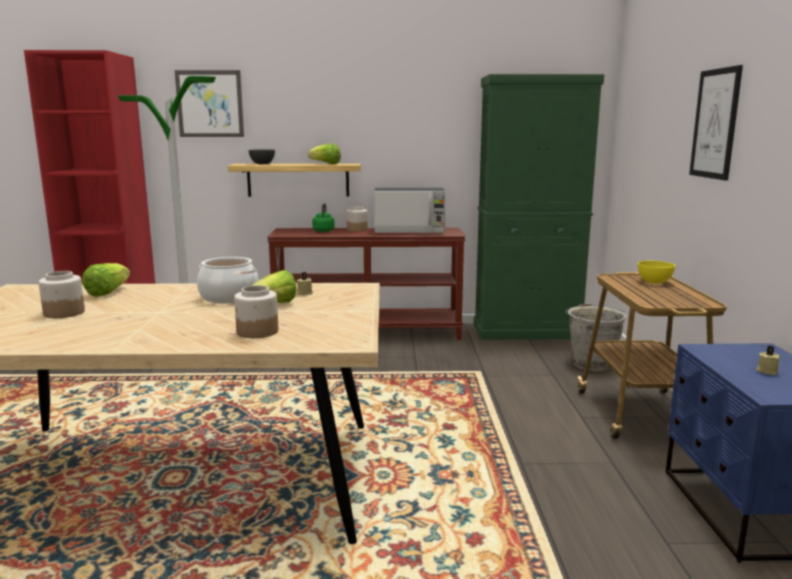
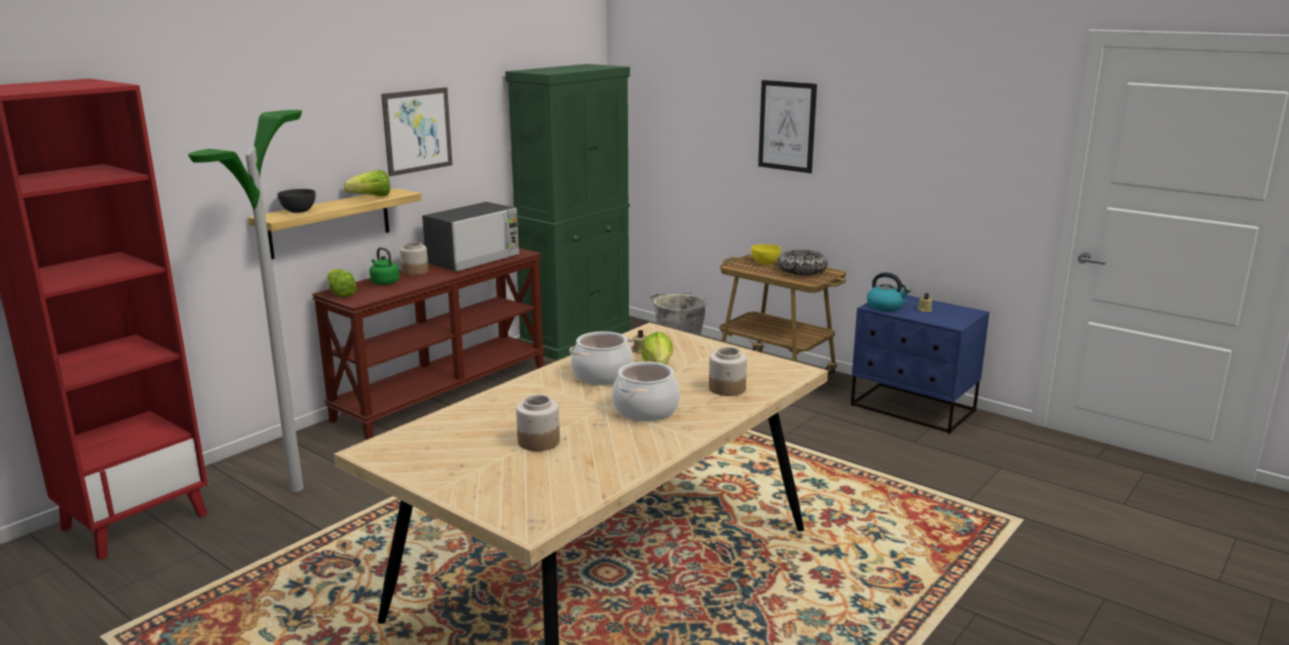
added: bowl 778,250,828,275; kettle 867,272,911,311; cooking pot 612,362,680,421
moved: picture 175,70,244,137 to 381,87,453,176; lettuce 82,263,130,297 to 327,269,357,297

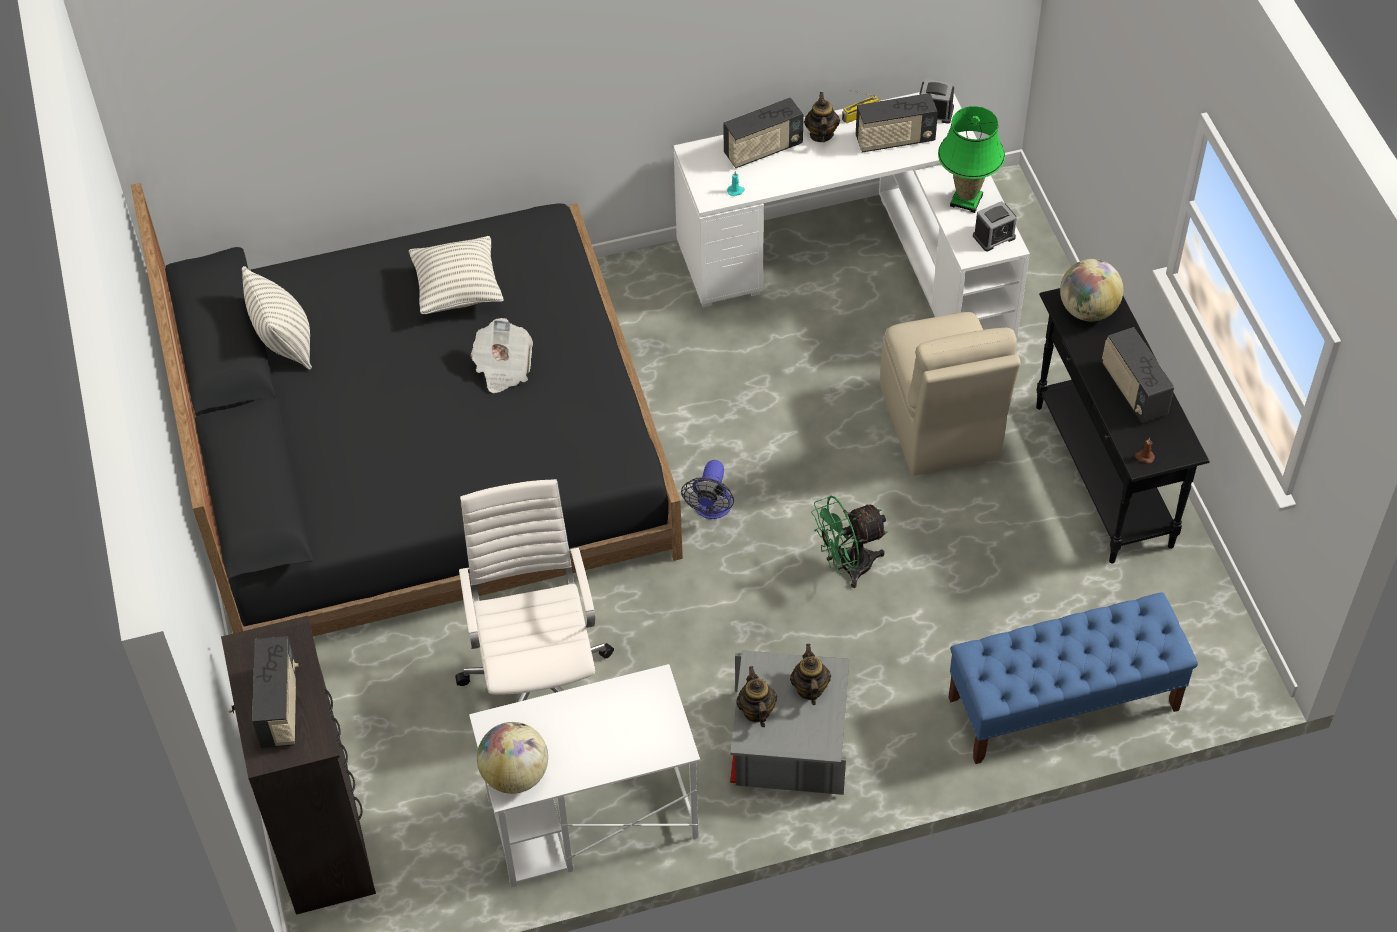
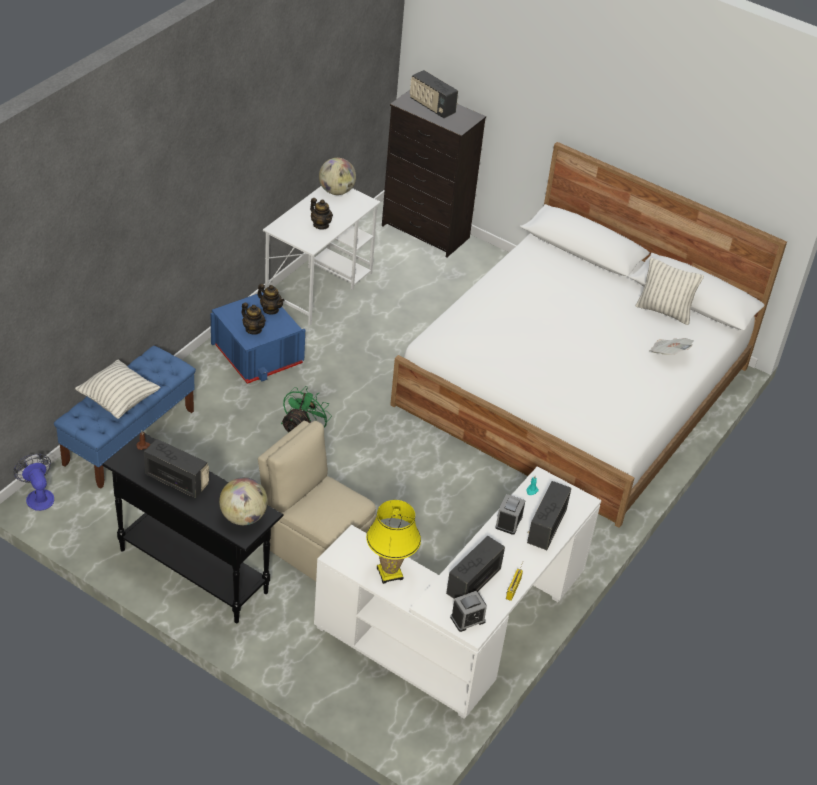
removed: office chair/white 455,479,614,702
moved: teapot 804,92,840,142 to 310,198,333,229; alarm clock 973,201,1017,251 to 495,494,526,535; pillow 409,236,504,314 to 75,359,161,419; newspaper 470,318,533,393 to 649,338,694,355; fan 681,460,734,519 to 13,453,54,511
recoloured: table lamp/green 938,106,1005,213 to table lamp/yellow 366,500,421,584; bed/black 131,183,683,636 to bed/white 390,142,787,528; storage box/grey 730,650,849,795 to storage box/blue 210,292,305,384

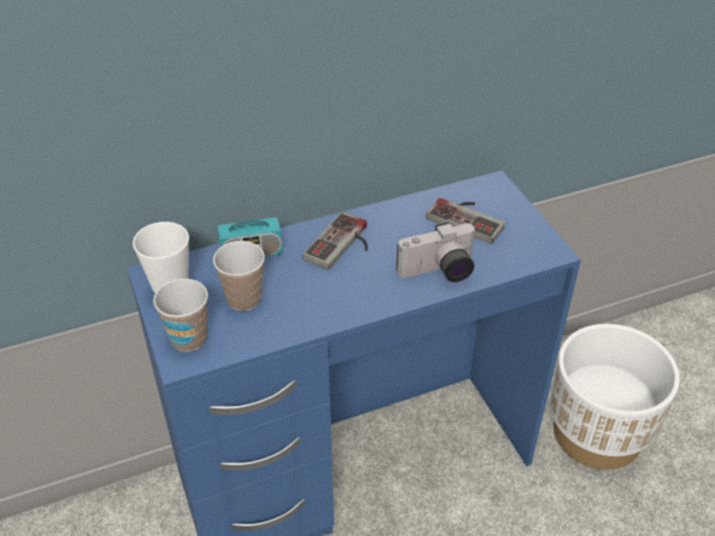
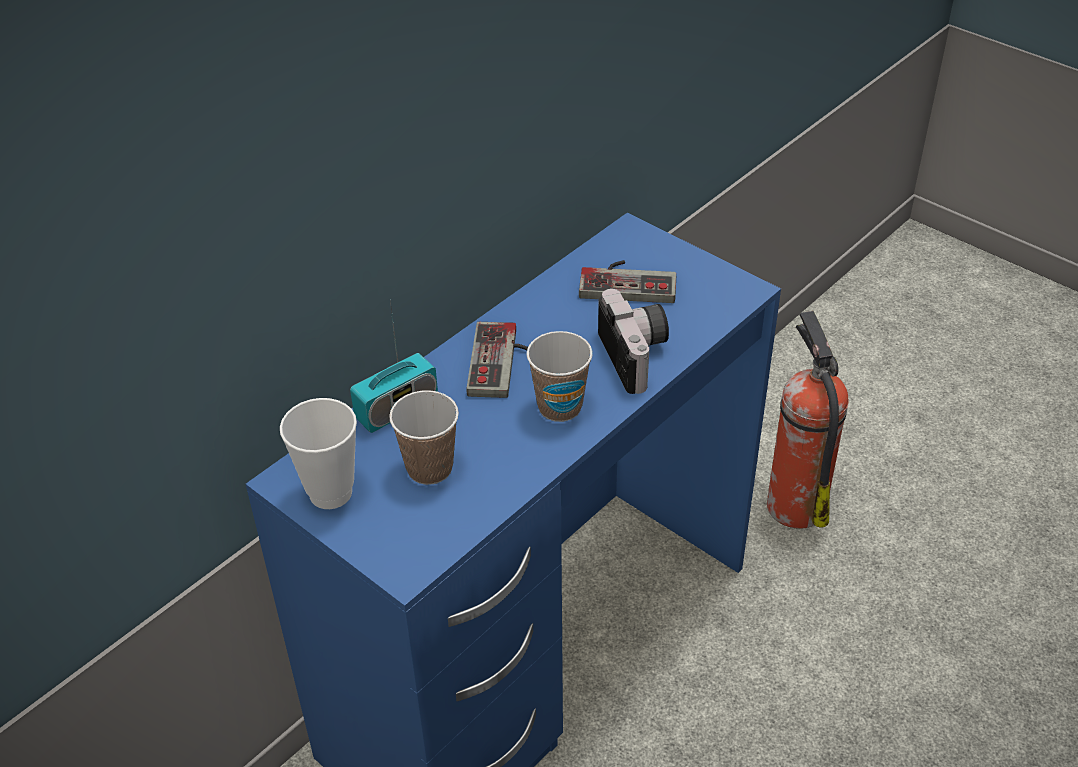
moved: cup 153,279,208,352 to 527,331,593,422
replaced: planter/white 550,324,680,470 to fire extinguisher 767,311,848,529
turned: photo camera 396,222,476,282 = 598,289,669,394 60 degrees counterclockwise

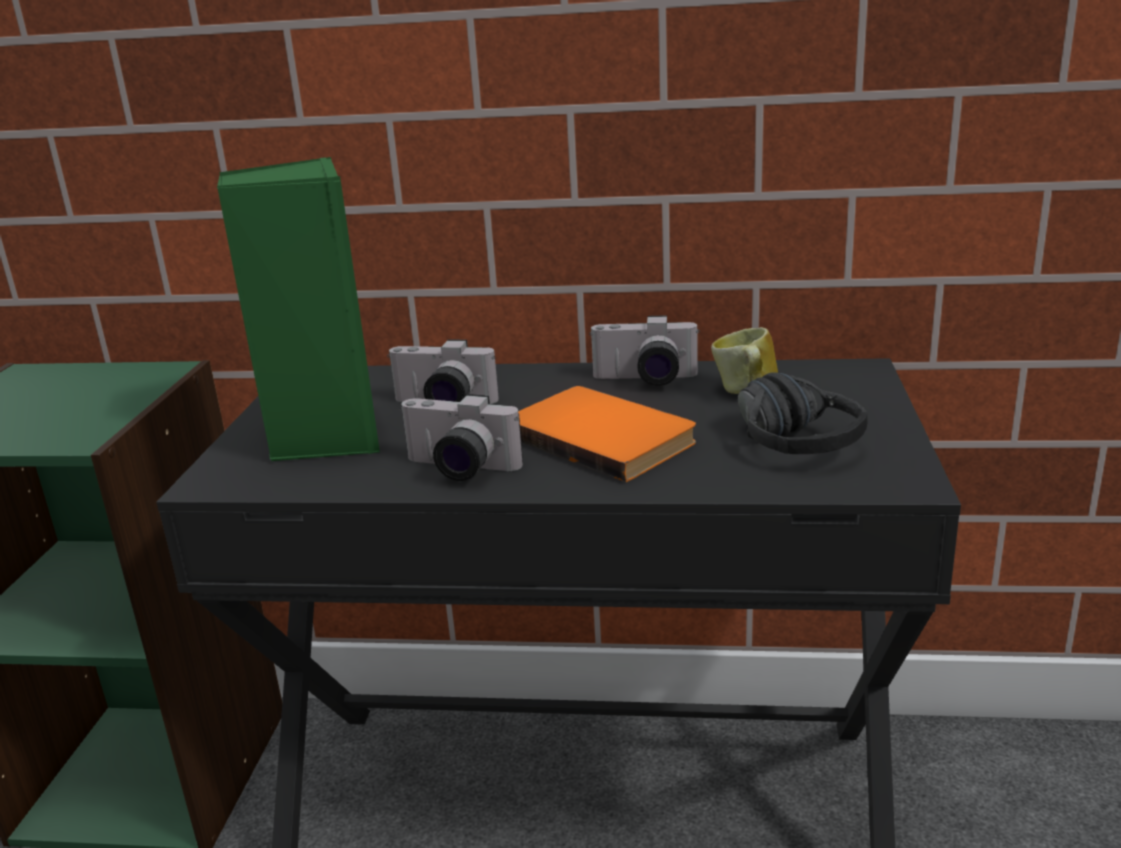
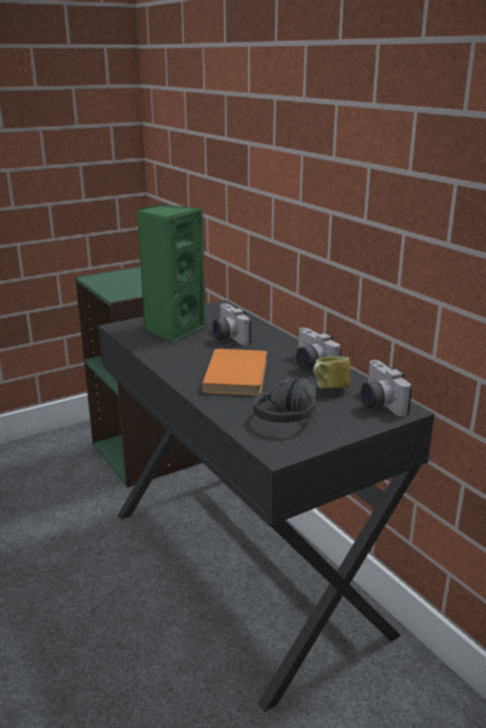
moved: photo camera 399,394,523,481 to 361,360,412,417

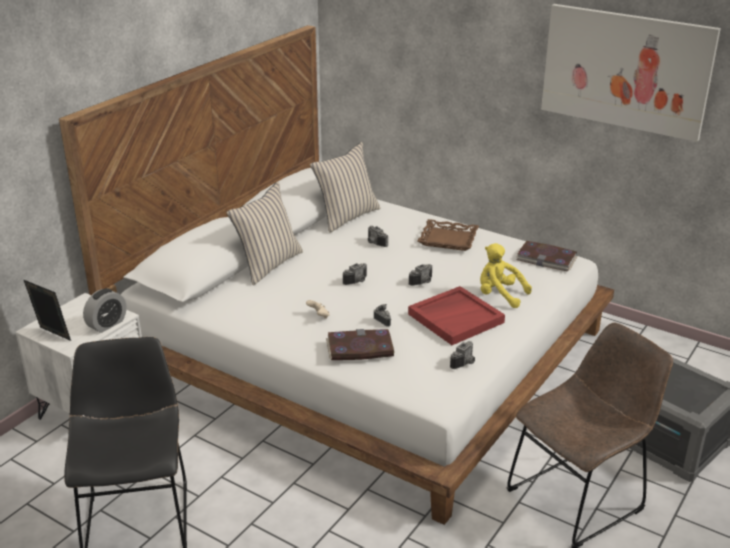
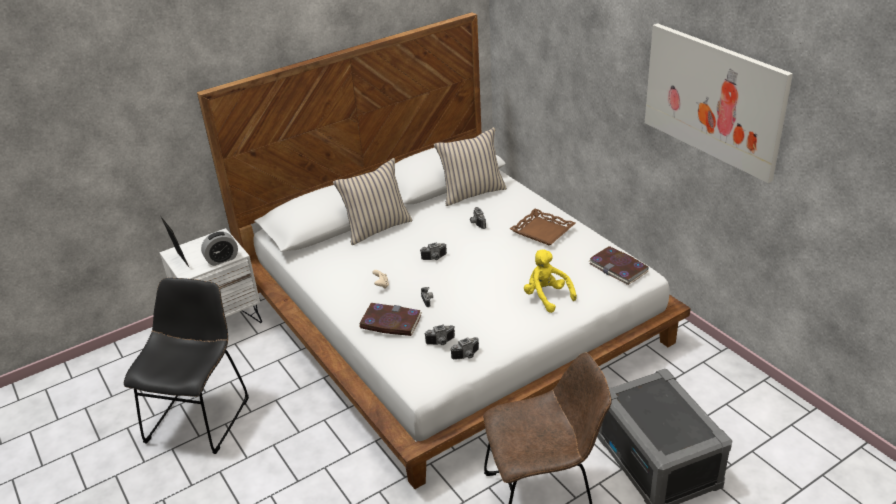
removed: tray/red 408,286,505,345
moved: photo camera 409,264,432,286 to 425,324,455,345

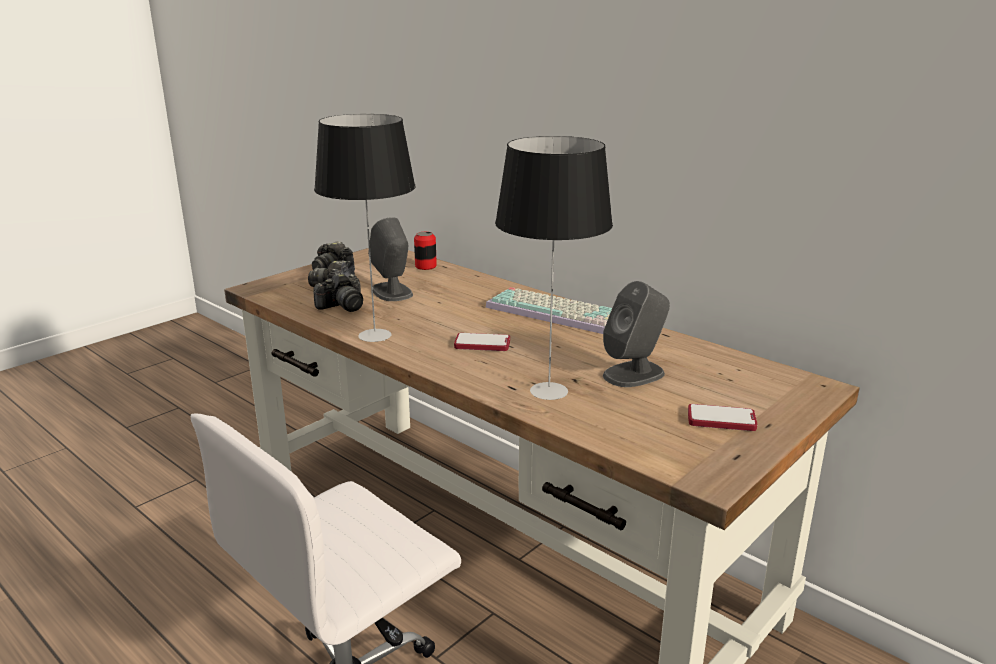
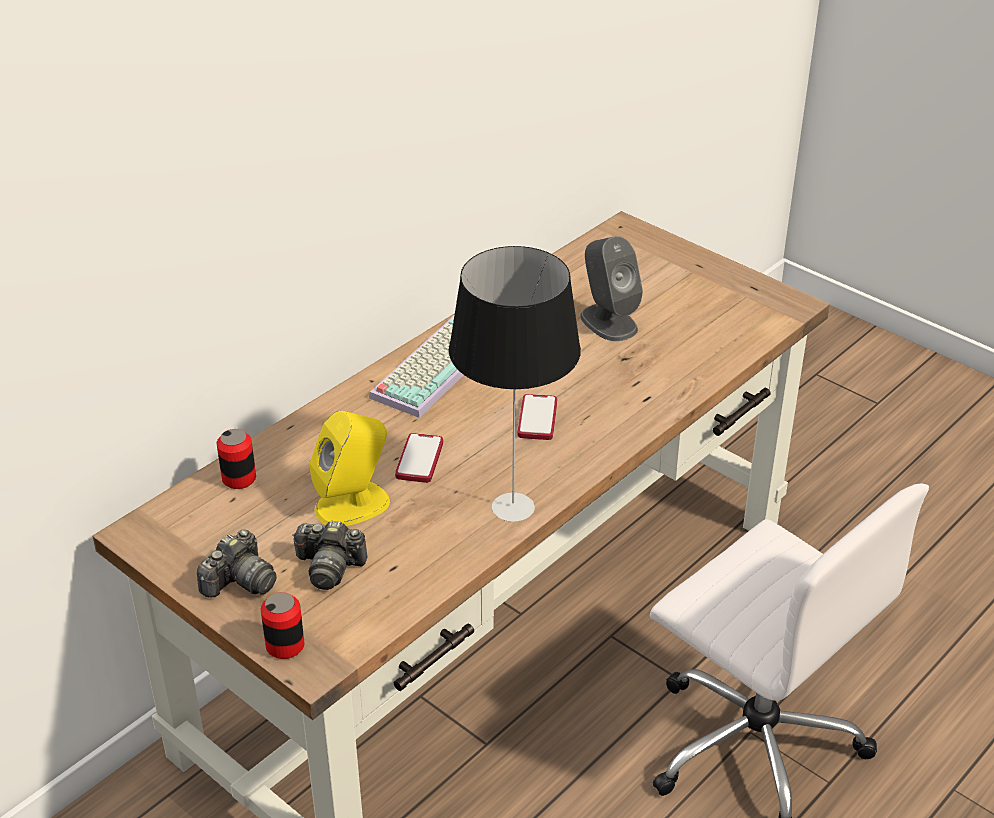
removed: table lamp 495,136,613,400; photo camera 313,272,363,312
added: can 261,592,304,659
moved: phone 688,404,757,431 to 395,433,443,483
recoloured: speaker/grey 368,217,413,301 to speaker/yellow 310,411,390,526

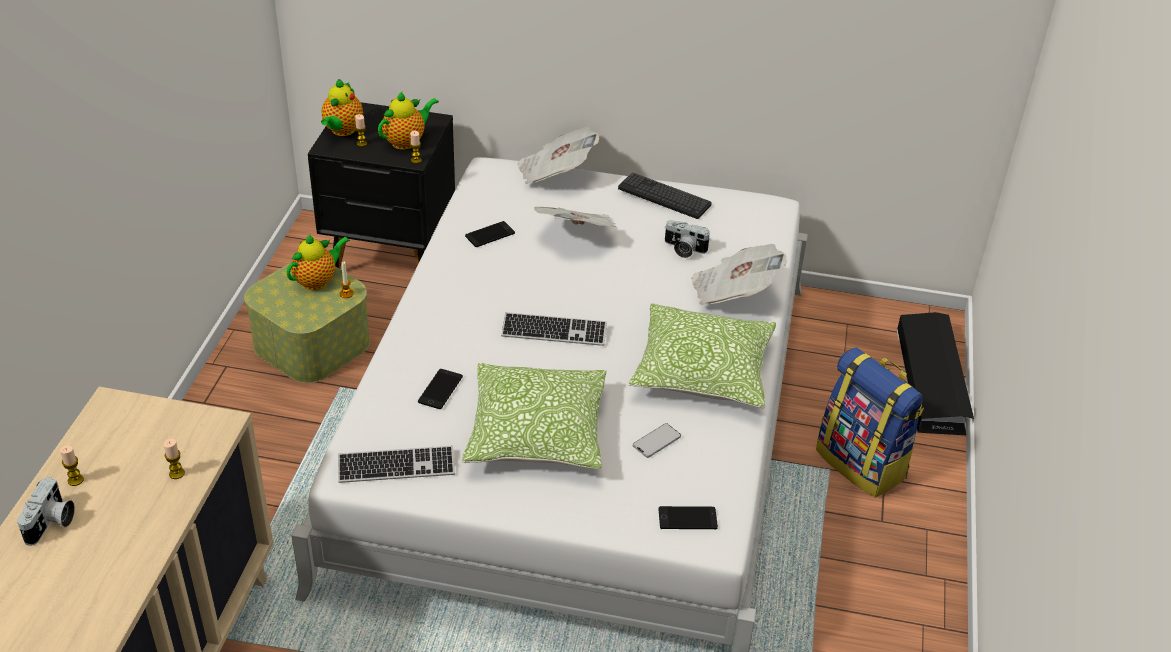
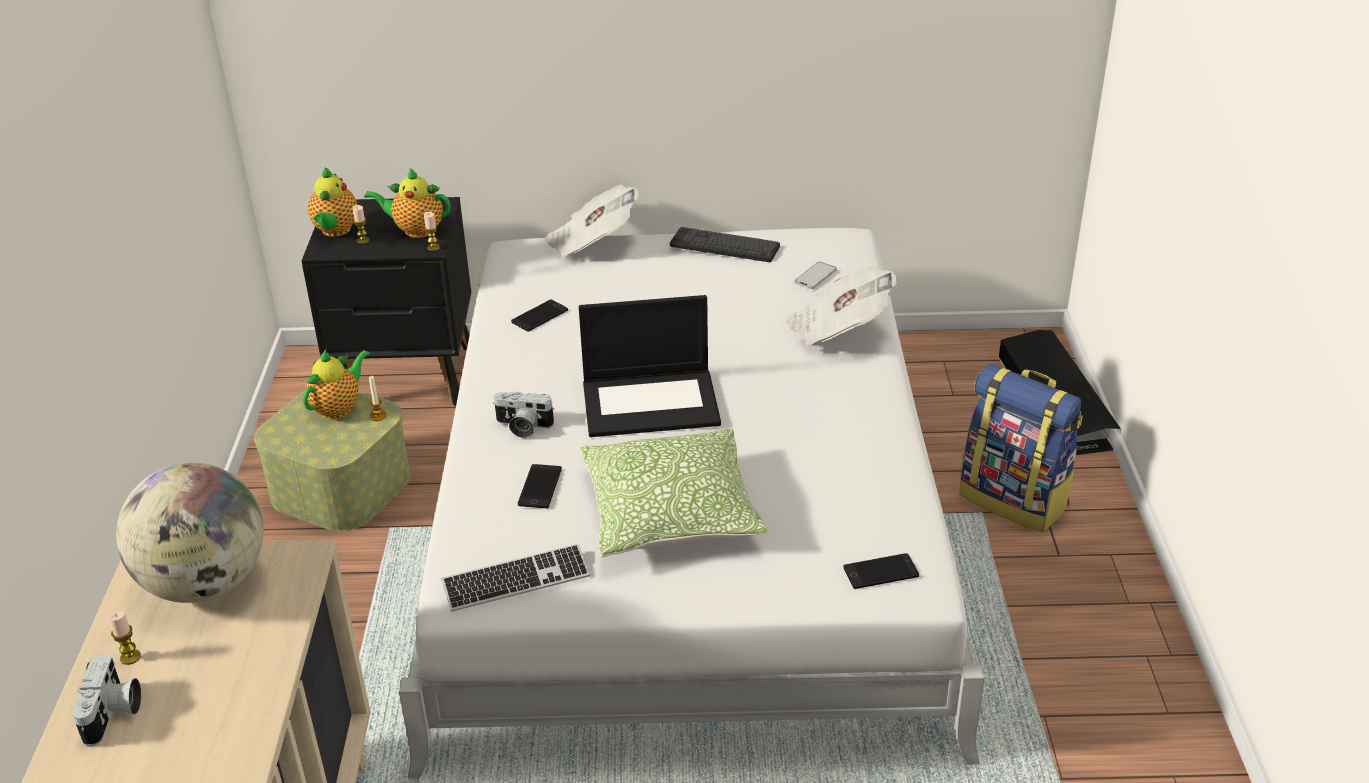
removed: newspaper 534,207,616,227; pillow 629,303,776,408; candle 164,438,185,479
added: globe 116,463,264,603
moved: photo camera 664,220,710,258 to 493,392,555,438; phone 633,423,681,458 to 794,262,837,289
replaced: keyboard 501,312,607,346 to laptop 579,295,721,437
turned: teapot 378,92,439,150 = 364,168,451,238 120 degrees counterclockwise

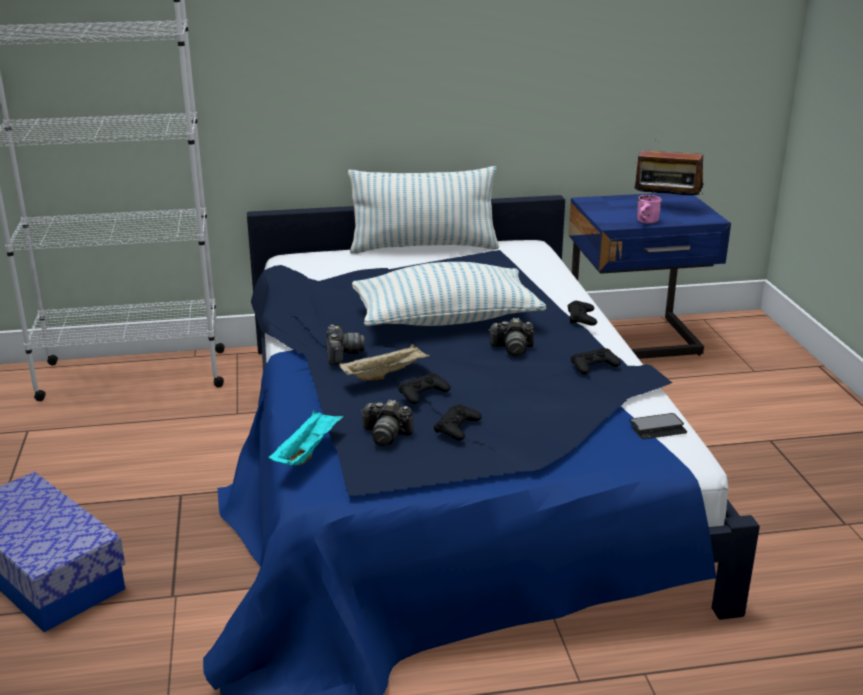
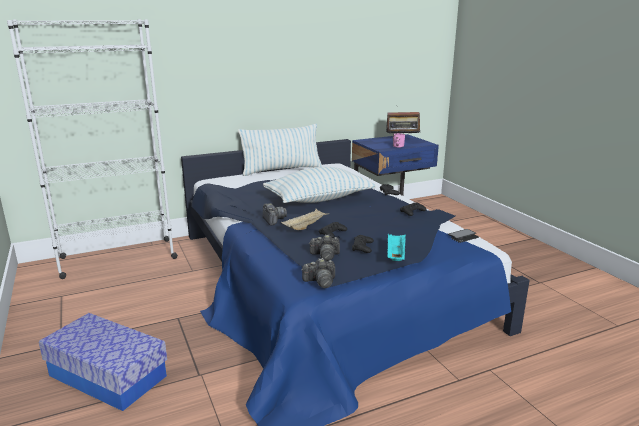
moved: photo camera 489,318,534,356 to 302,258,335,288; tray/turquoise 268,410,343,466 to 387,234,406,261

